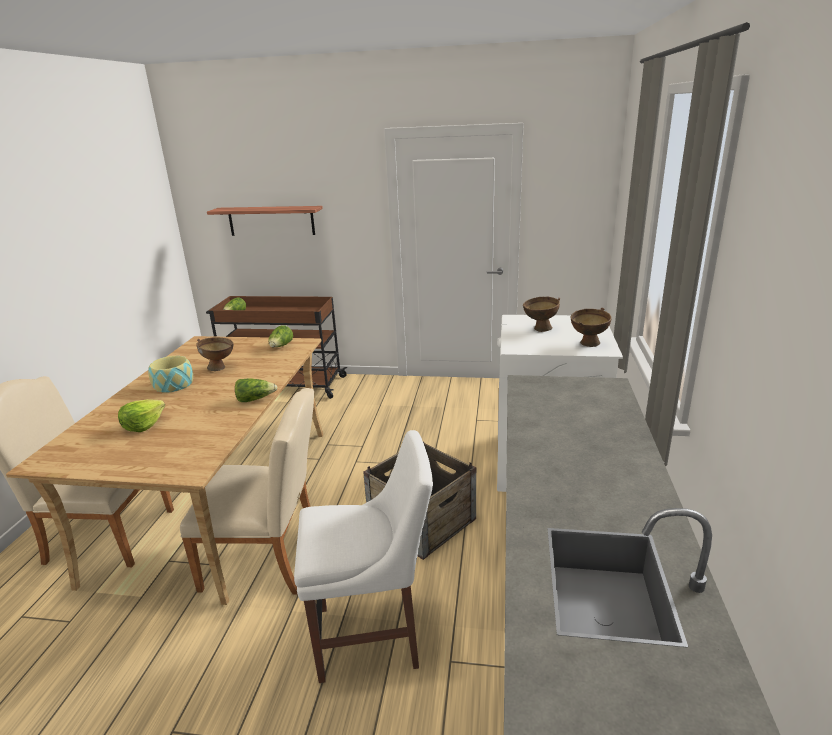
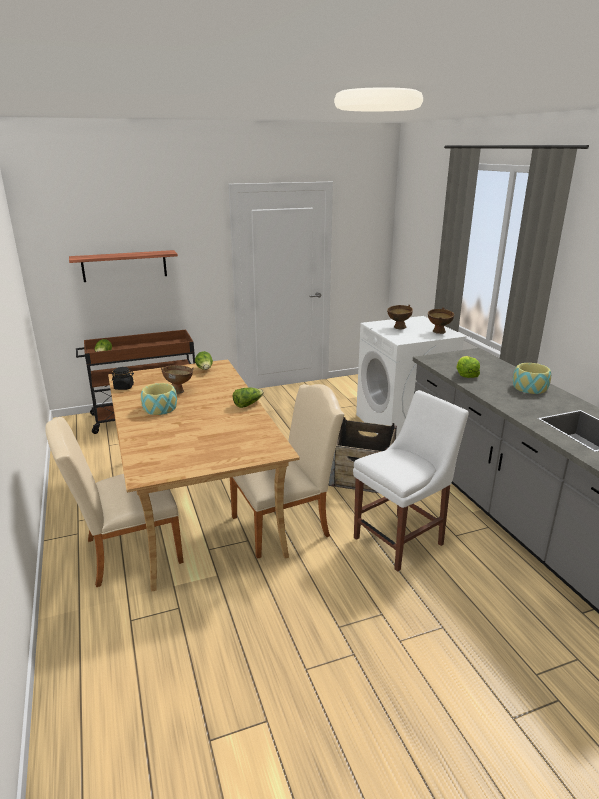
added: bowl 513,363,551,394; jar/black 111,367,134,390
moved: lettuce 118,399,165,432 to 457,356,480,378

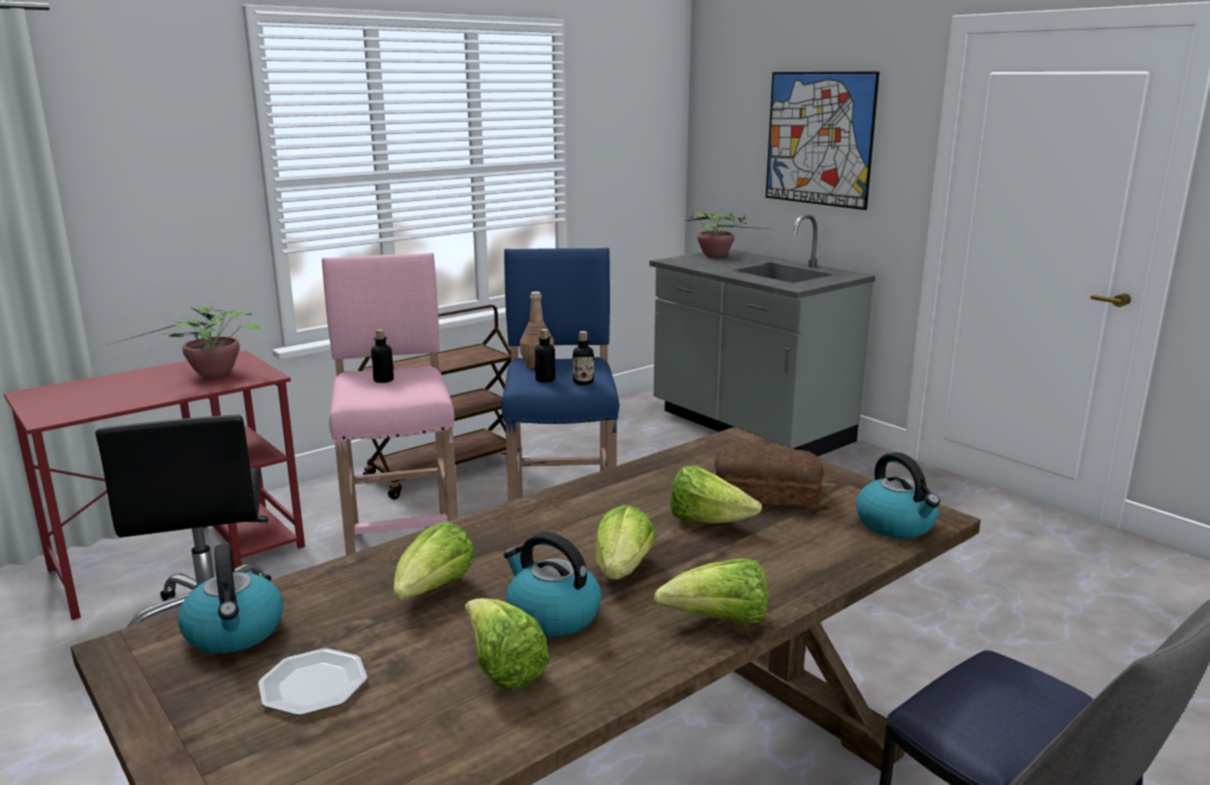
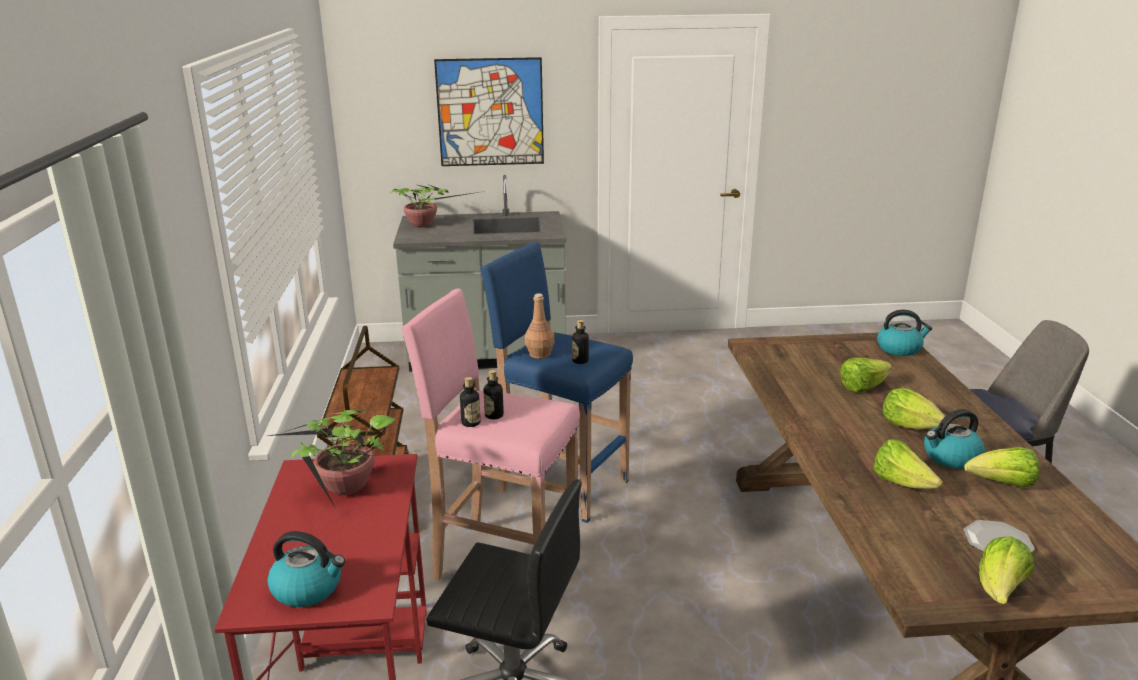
removed: bread 714,446,824,508
moved: bottle 573,331,594,385 to 460,377,481,427; kettle 178,543,283,654 to 267,531,345,607; lettuce 654,558,768,625 to 979,536,1034,604

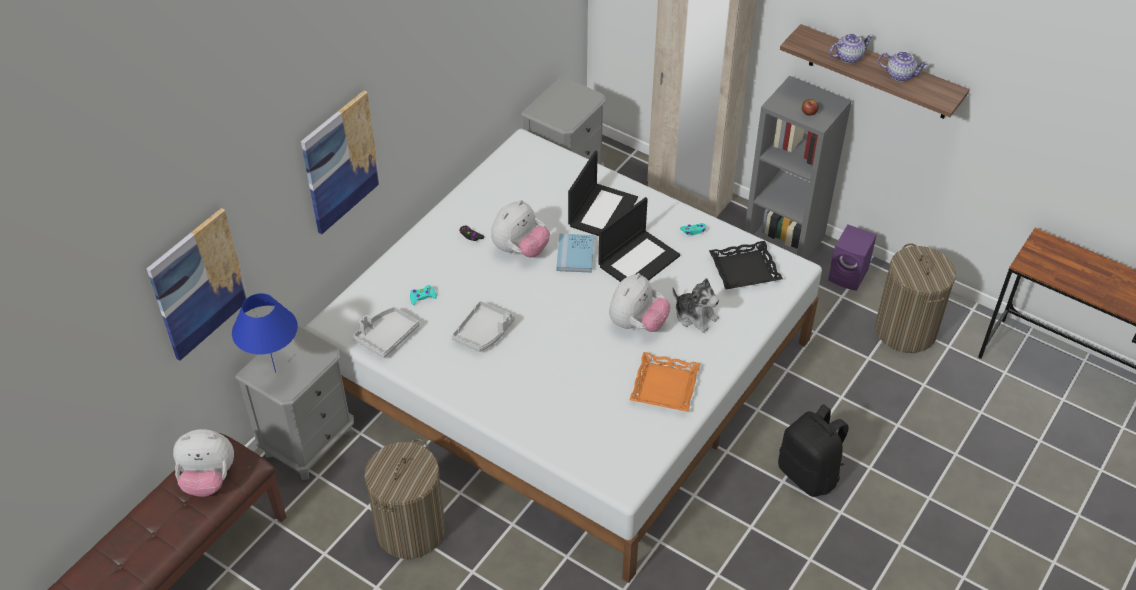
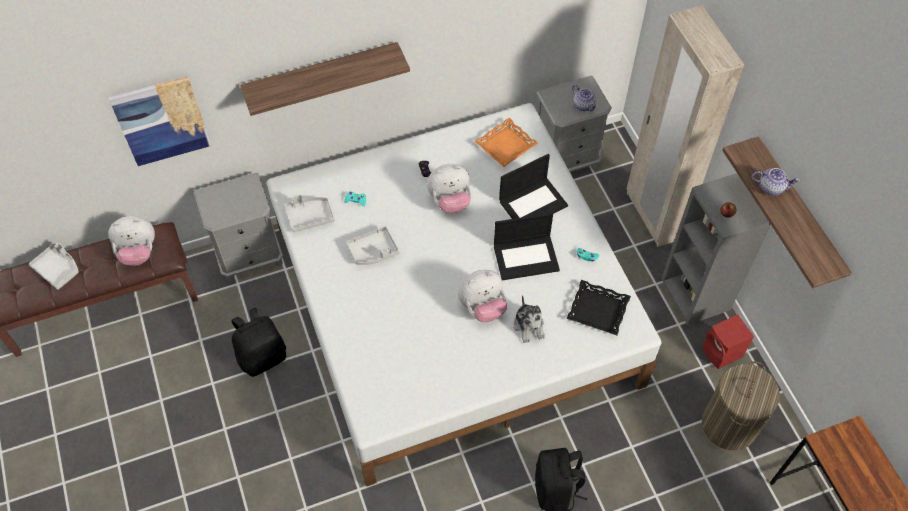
removed: book/blue 557,233,594,273; table lamp/blue 232,293,298,373
added: tray/grey 29,243,79,290
moved: teapot 878,51,928,81 to 572,85,598,112; tray/orange 630,352,700,412 to 475,118,538,168
replaced: picture 301,91,380,234 to shelf 240,42,410,116; laundry basket 364,439,445,559 to backpack/black 231,308,286,377
recoloured: speaker/purple 828,224,877,291 to speaker/red 703,314,754,369
turned: plush toy 173,429,234,497 = 108,216,155,266 45 degrees counterclockwise

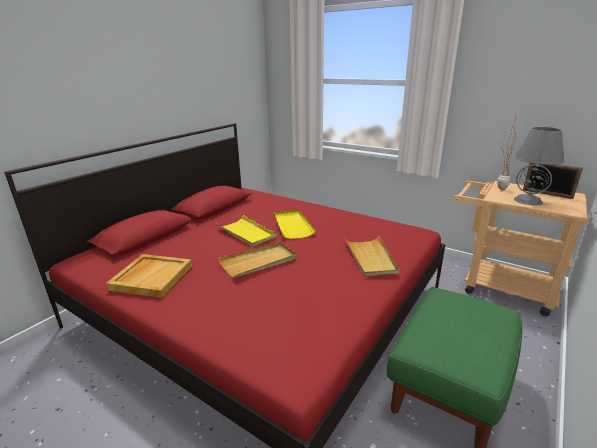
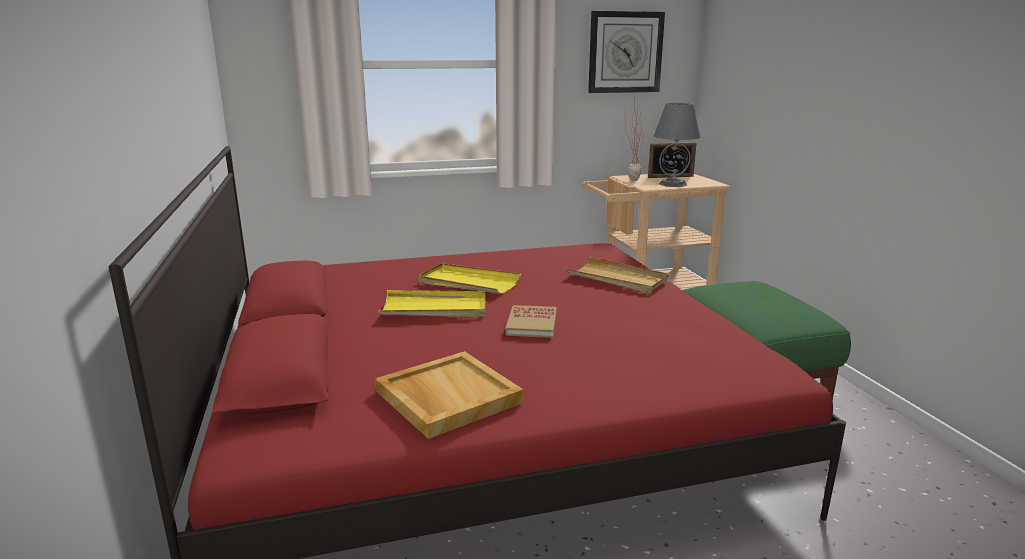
added: wall clock 588,11,665,93
replaced: tray/beige 218,242,297,278 to book 505,305,557,338

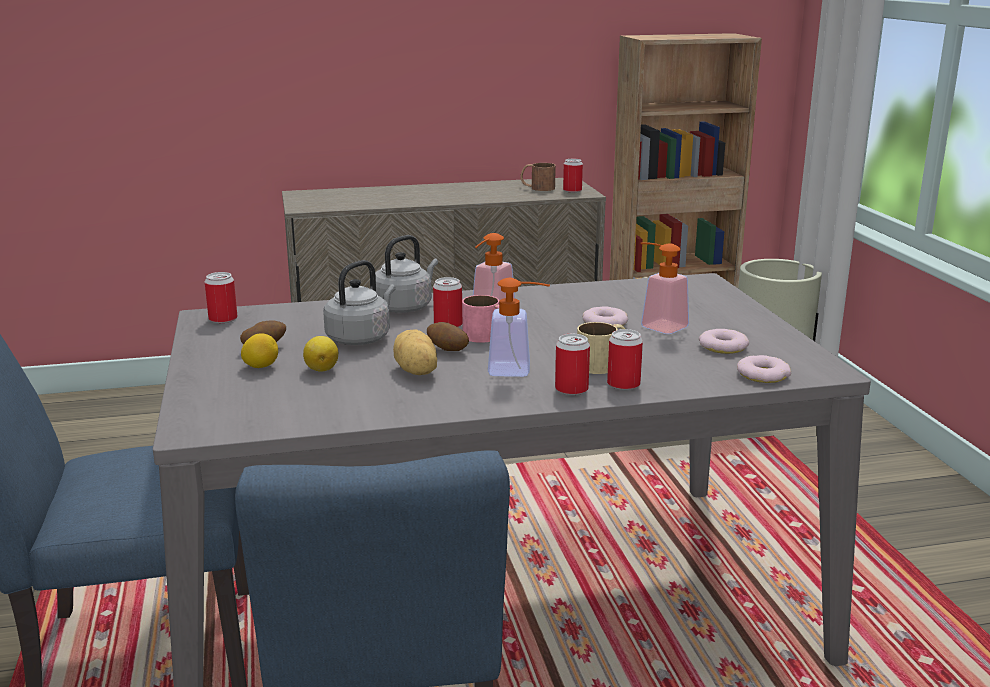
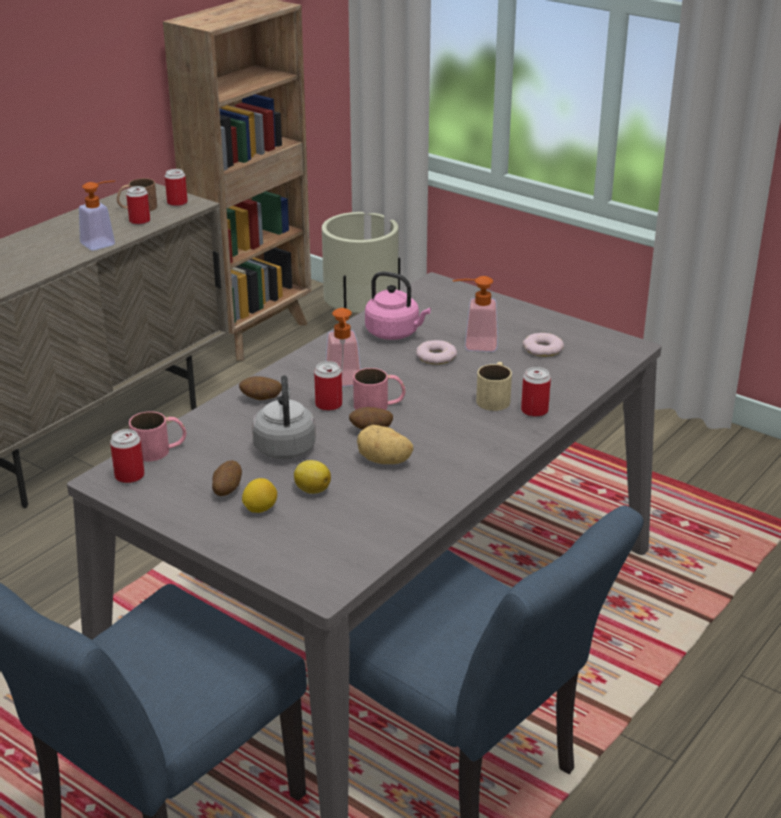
removed: donut 737,355,791,383
added: kettle/pink 365,271,431,340; mug/pink 129,411,186,461
moved: soap dispenser 488,278,550,377 to 79,181,115,250; can 555,334,590,395 to 126,186,150,225
replaced: kettle/grey 375,235,438,313 to potato 239,376,282,400

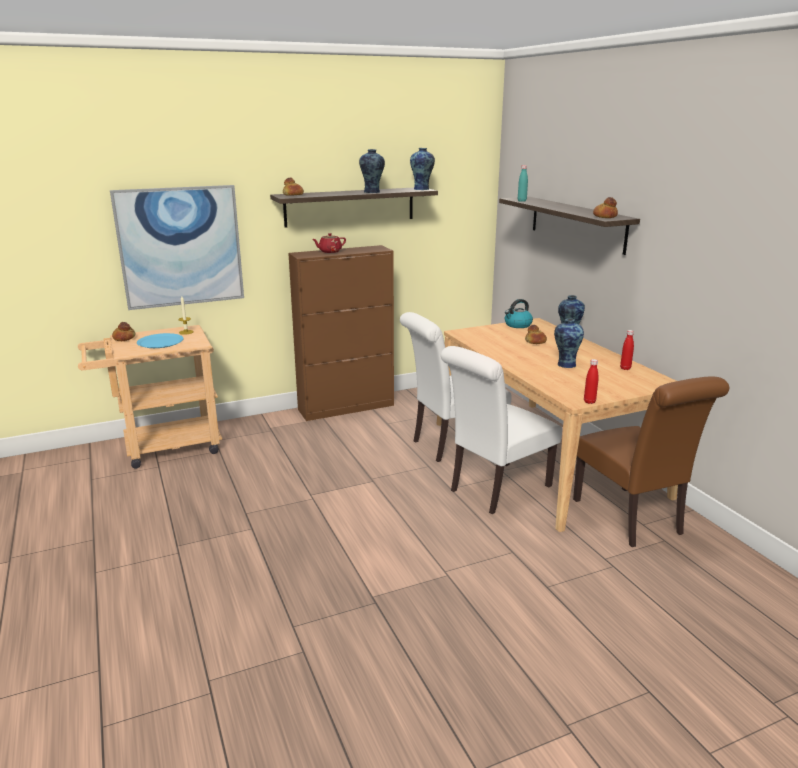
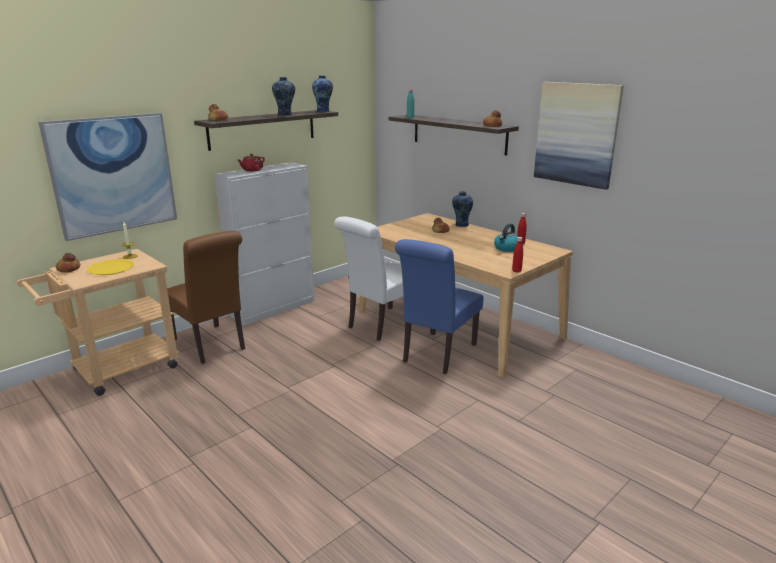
removed: vase 554,319,584,368
added: picture 534,82,624,190
moved: kettle 505,299,533,328 to 494,224,518,252; chair/brown 573,376,729,547 to 167,231,245,364
recoloured: cabinet/brown 288,245,394,421 to cabinet/white 214,162,314,326; plate/blue 137,333,184,348 to plate/yellow 87,259,134,275; chair/white 441,346,562,514 to chair/blue 395,239,483,374

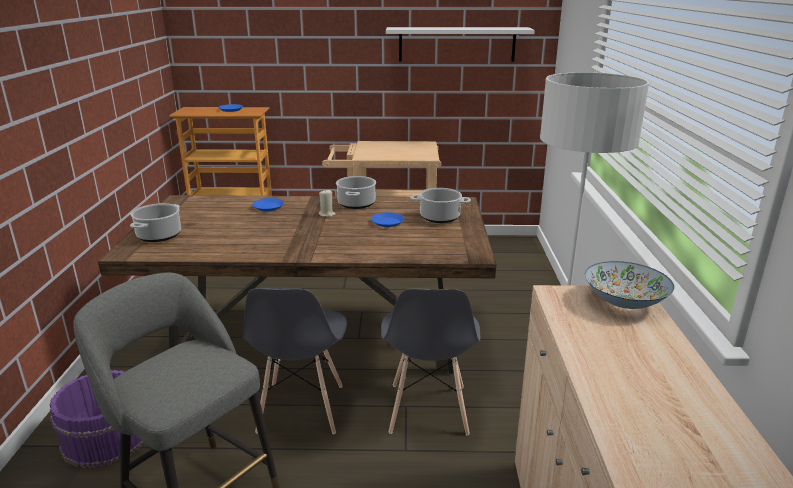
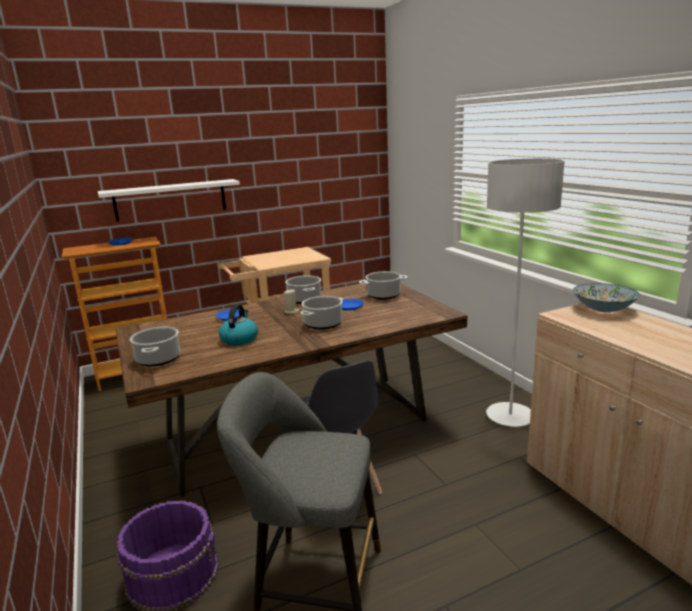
removed: chair/grey 381,288,480,436
added: cooking pot 300,296,343,330; kettle 219,304,258,346
moved: shelf/white 386,27,535,62 to 98,179,240,222

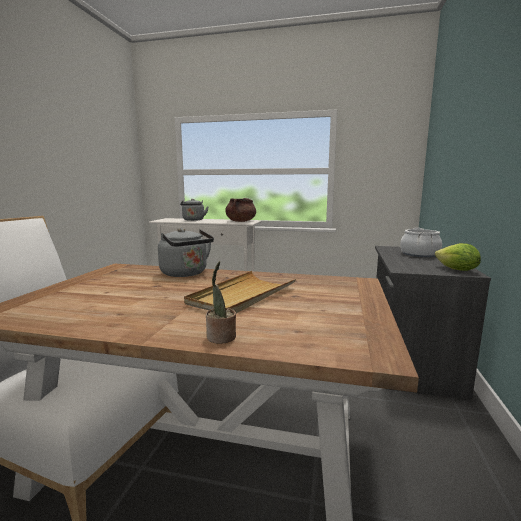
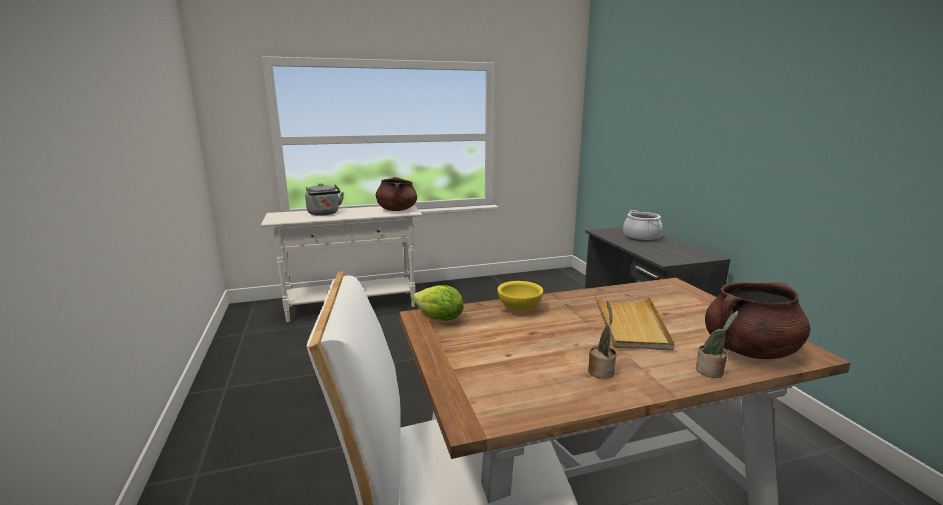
added: cooking pot/brown 705,282,811,359; potted plant 588,300,616,379
moved: lettuce 435,243,481,271 to 412,285,464,321
replaced: kettle/grey 158,228,214,277 to bowl/yellow 497,281,543,312

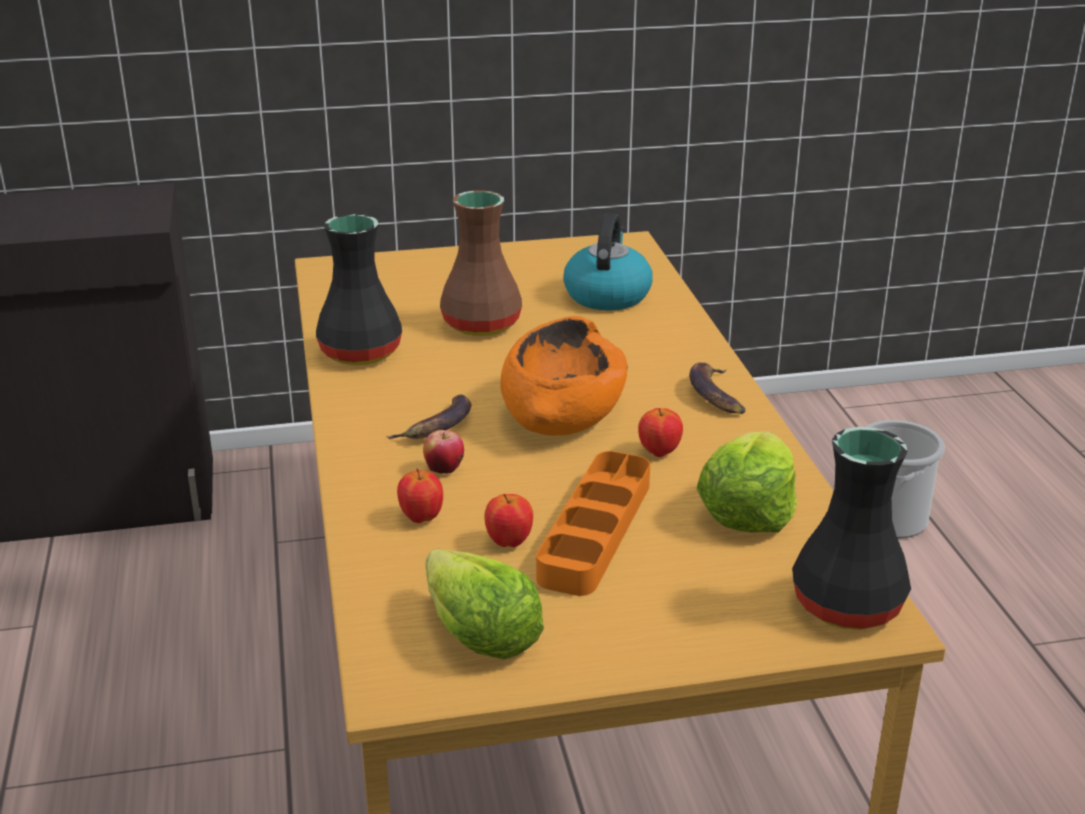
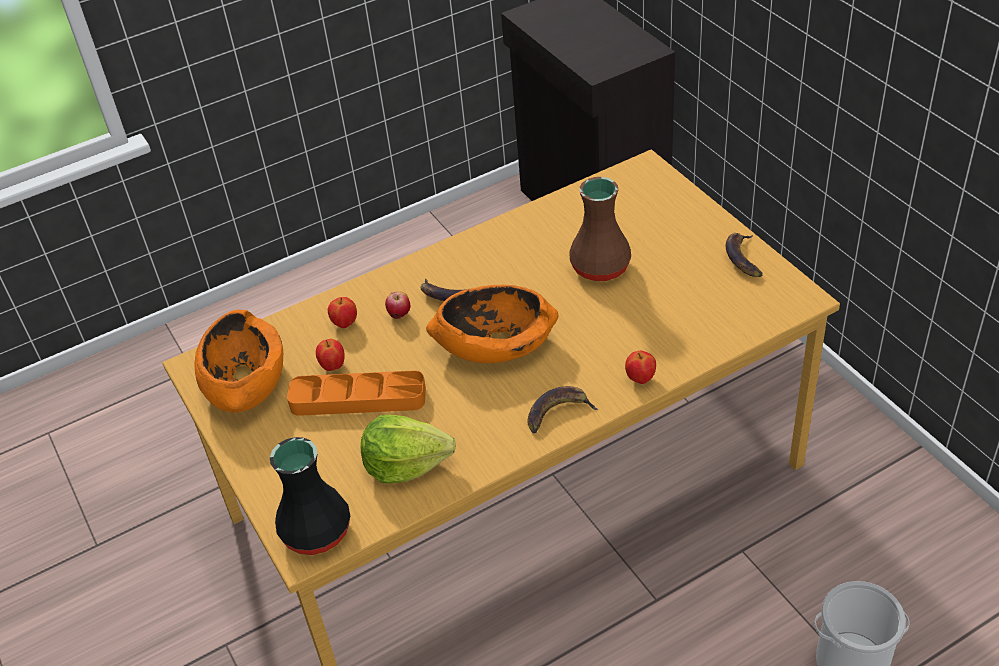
removed: kettle 563,213,653,311; vase/black 316,214,402,365
added: banana 726,233,762,277
moved: apple 638,408,683,457 to 625,351,656,384
replaced: lettuce 425,549,544,659 to bowl/orange 195,310,283,413

